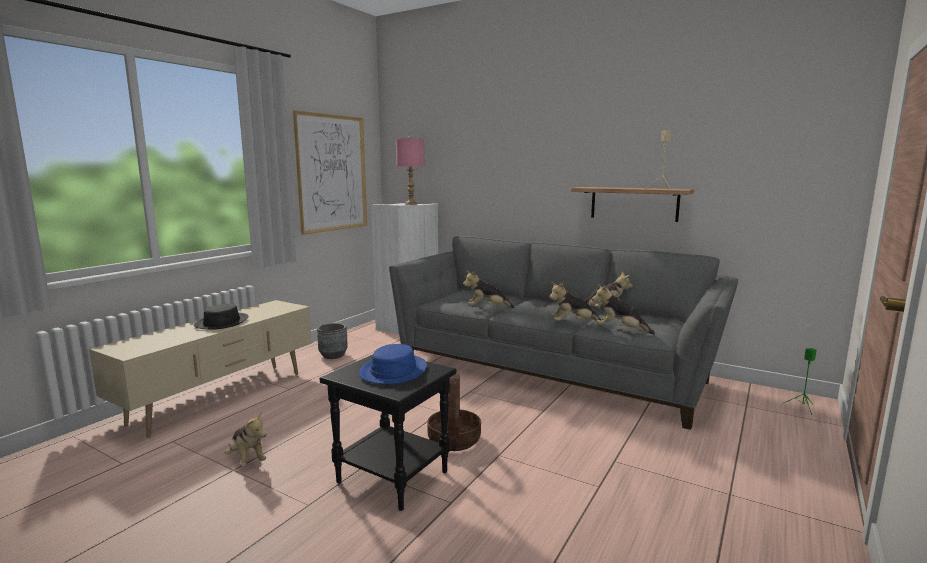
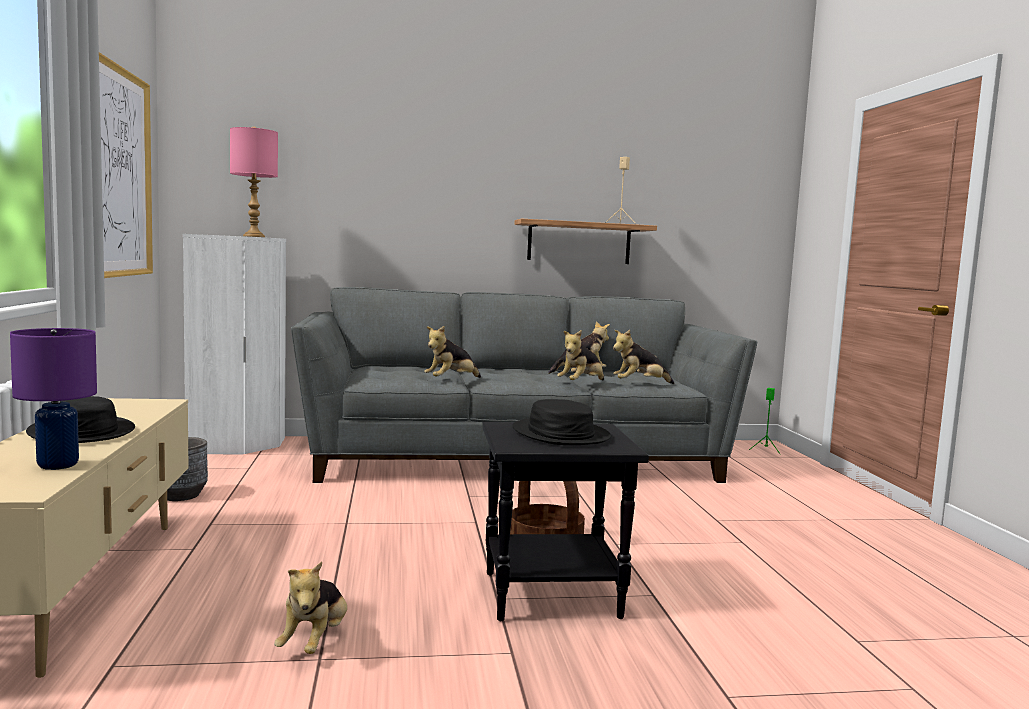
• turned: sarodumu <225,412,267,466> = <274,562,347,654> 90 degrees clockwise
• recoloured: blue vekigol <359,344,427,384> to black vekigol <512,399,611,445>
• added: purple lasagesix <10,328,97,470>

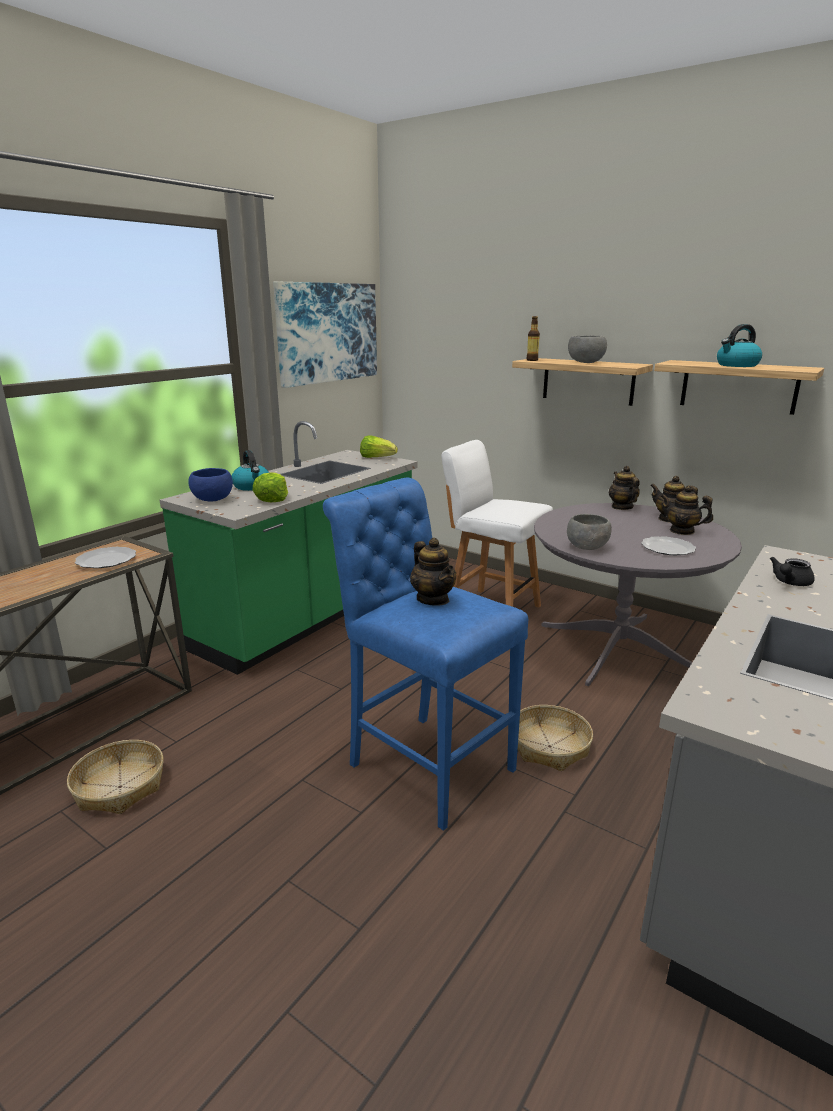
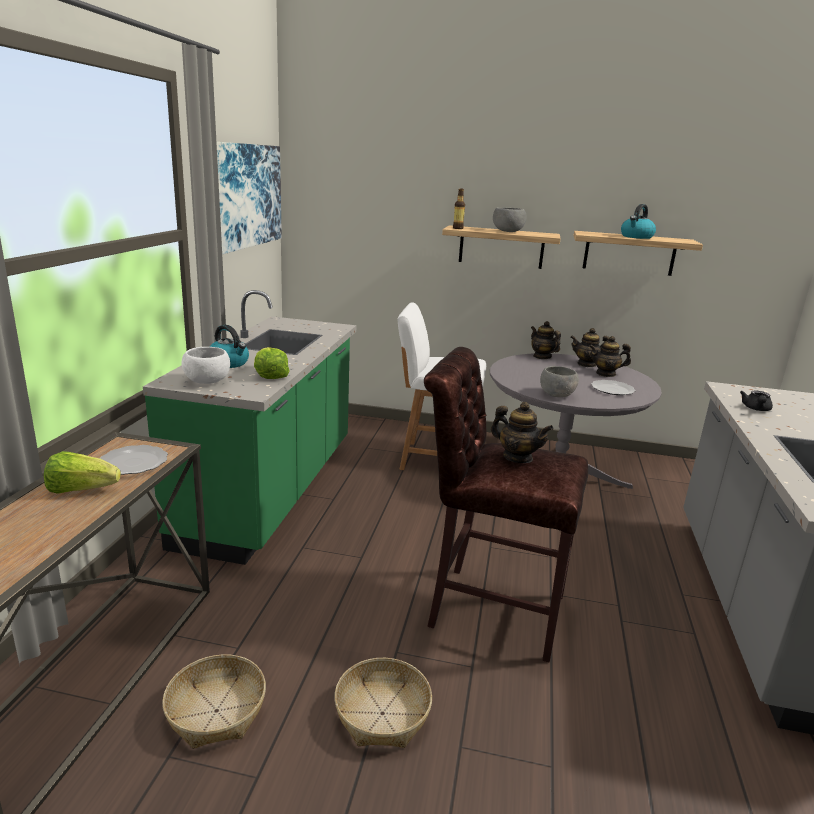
• recoloured: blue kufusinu <188,468,233,502> to white kufusinu <181,347,230,384>
• recoloured: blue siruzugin <323,478,528,831> to brown siruzugin <424,347,588,663>
• moved: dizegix <360,435,398,458> to <44,451,121,494>
• moved: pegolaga <518,705,593,771> to <334,658,432,748>

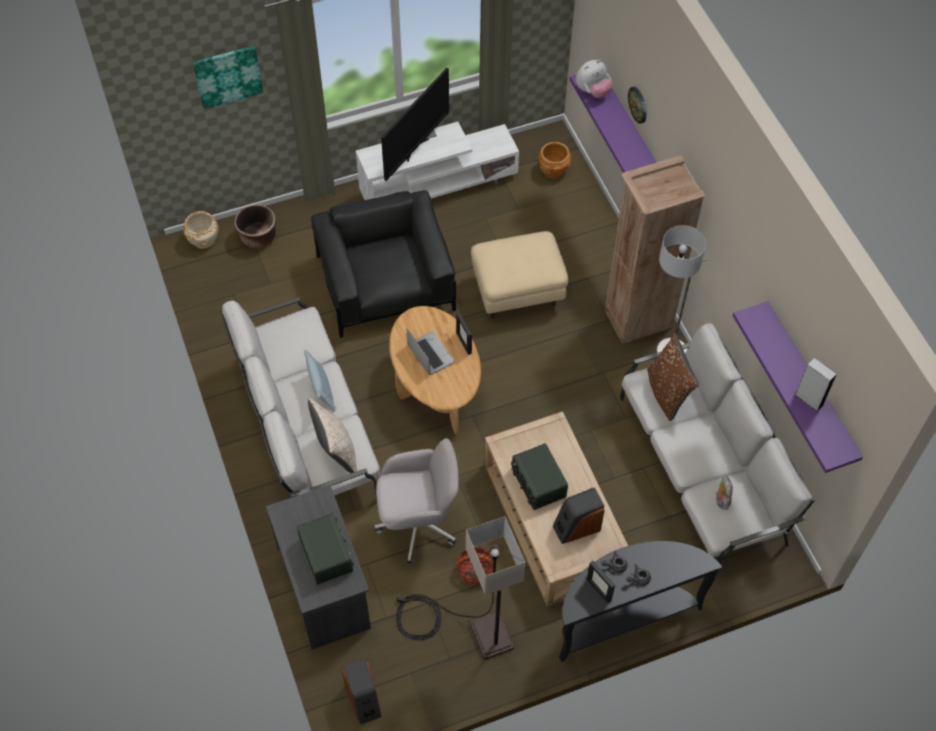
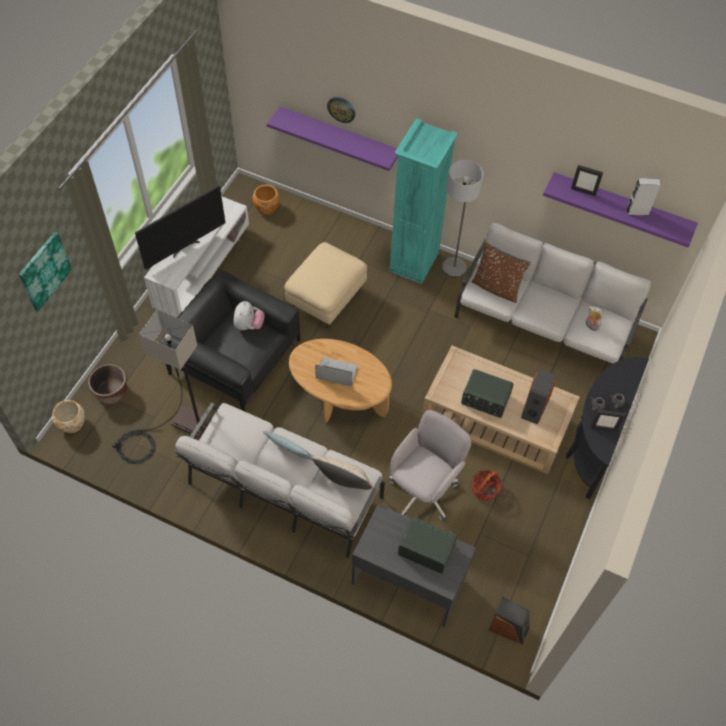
• turned: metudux <381,68,449,181> = <135,185,225,269> 60 degrees clockwise
• moved: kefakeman <396,516,526,660> to <112,310,212,464>
• moved: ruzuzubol <456,312,472,355> to <571,165,603,196>
• moved: sarodumu <575,60,613,98> to <233,301,265,330>
• recoloured: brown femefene <604,155,706,343> to turquoise femefene <389,118,458,284>

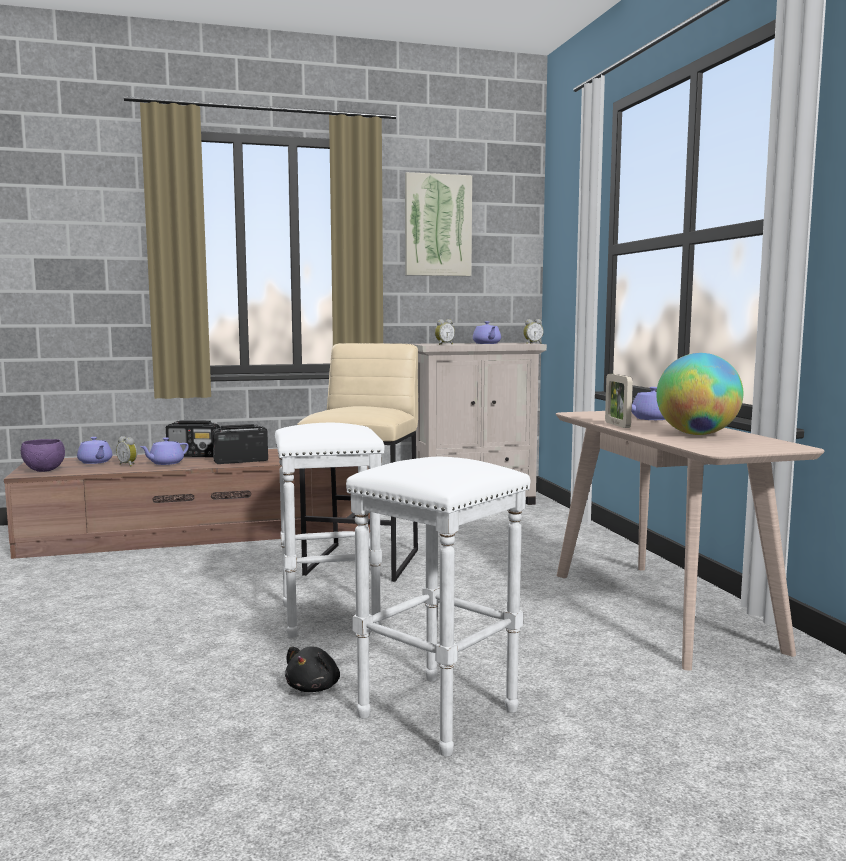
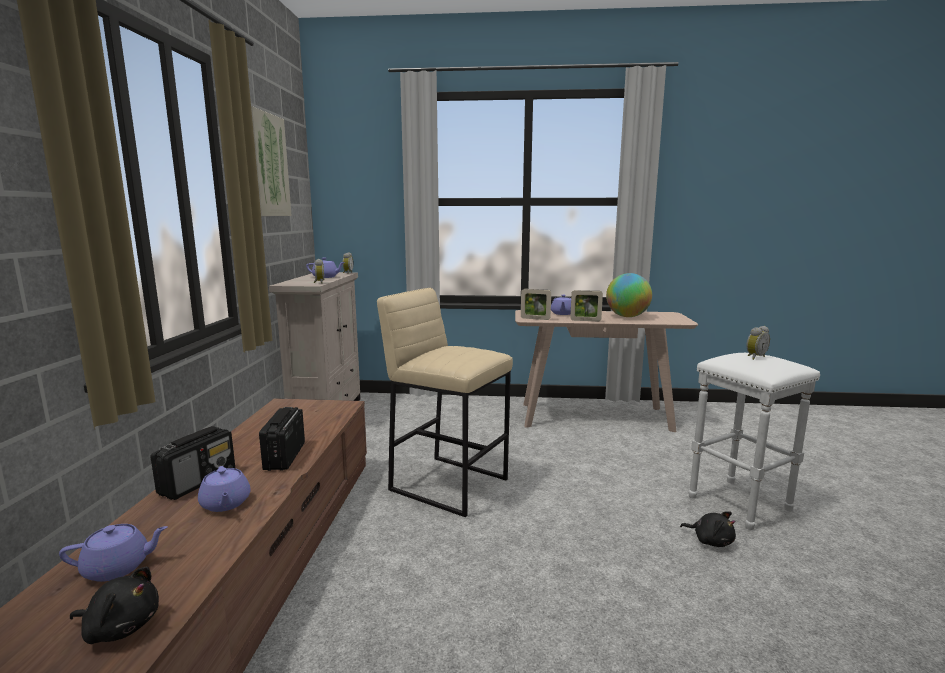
• replaced: purple kufusinu <21,439,65,472> to black sarodumu <70,567,159,644>
• moved: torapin <116,436,137,467> to <747,326,770,360>
• removed: white siruzugin <275,423,385,638>
• added: ruzuzubol <521,289,551,320>

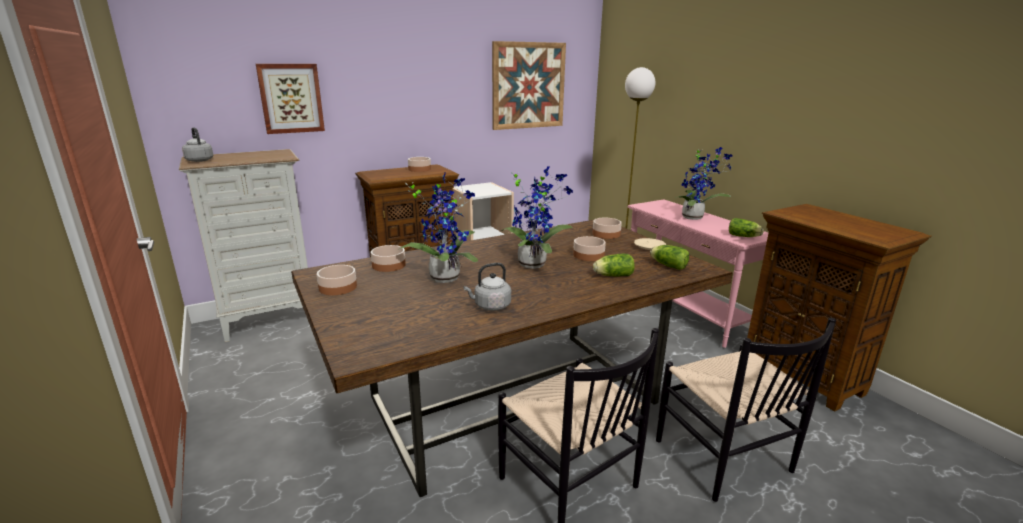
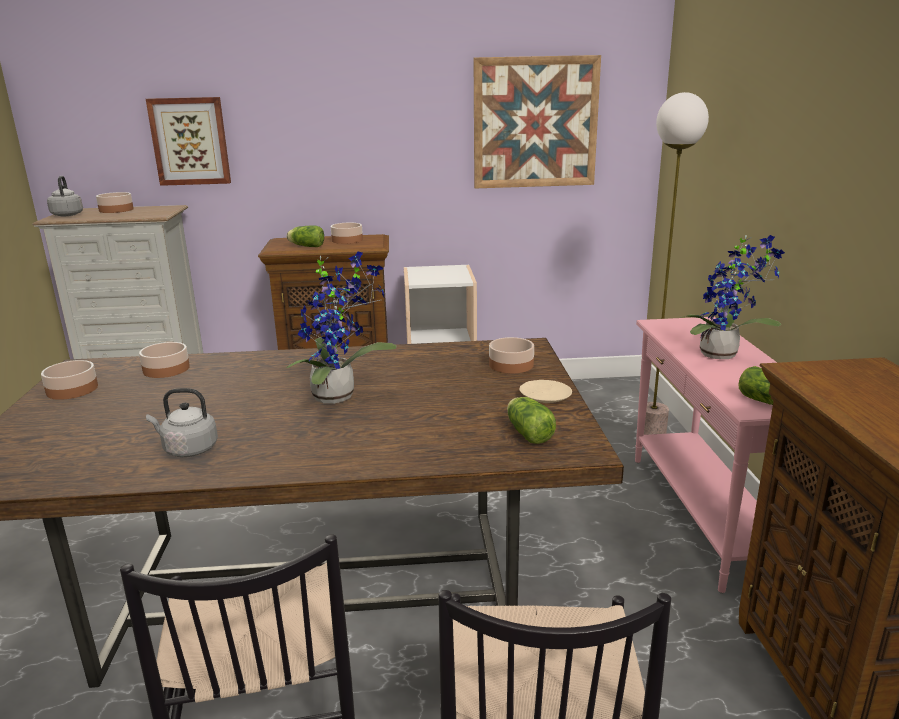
• removed: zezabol <398,173,478,283>
• moved: kufusinu <573,236,606,261> to <96,192,134,213>
• moved: dizegix <593,254,635,277> to <287,225,324,247>

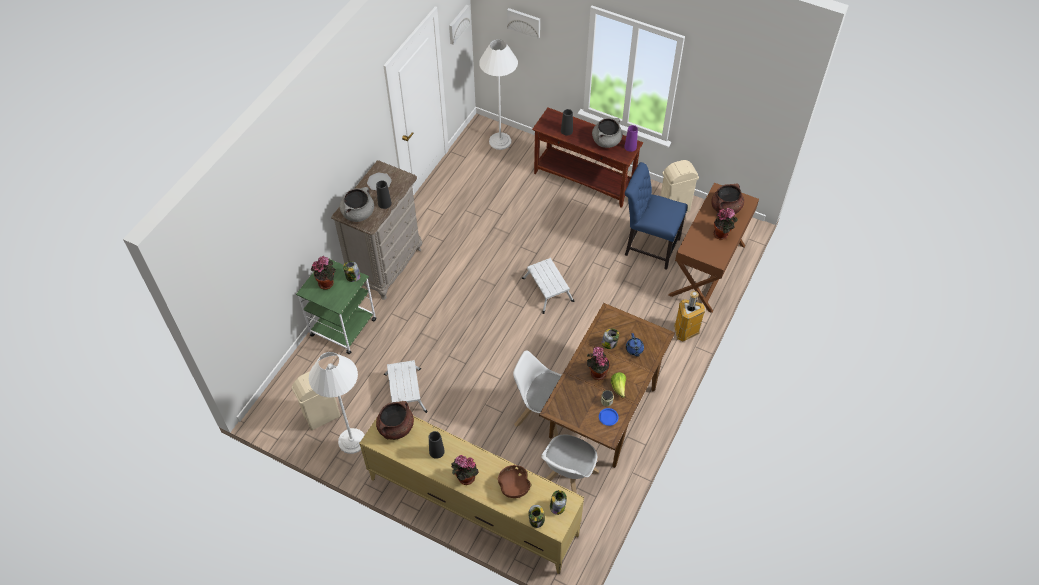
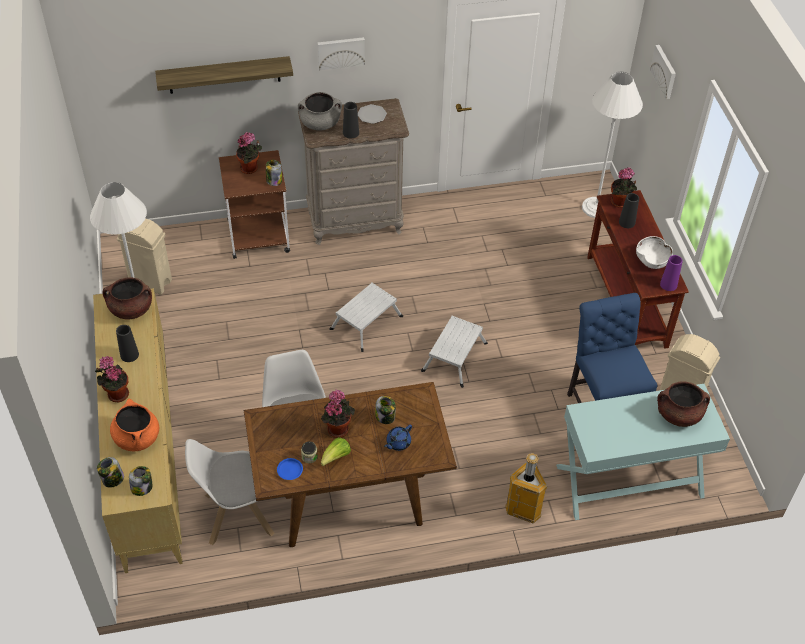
• recoloured: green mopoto <296,258,376,354> to brown mopoto <219,150,290,259>
• moved: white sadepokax <384,360,428,413> to <330,283,403,352>
• moved: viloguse <449,5,470,45> to <317,37,365,71>
• replaced: brown kufusinu <498,465,531,498> to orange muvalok <110,399,159,451>
• replaced: grey muvalok <592,118,623,148> to white kufusinu <636,236,673,269>
• recoloured: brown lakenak <669,183,759,313> to turquoise lakenak <556,384,730,520>
• moved: zezabol <713,208,738,240> to <611,167,637,208>
• added: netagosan <155,56,293,94>

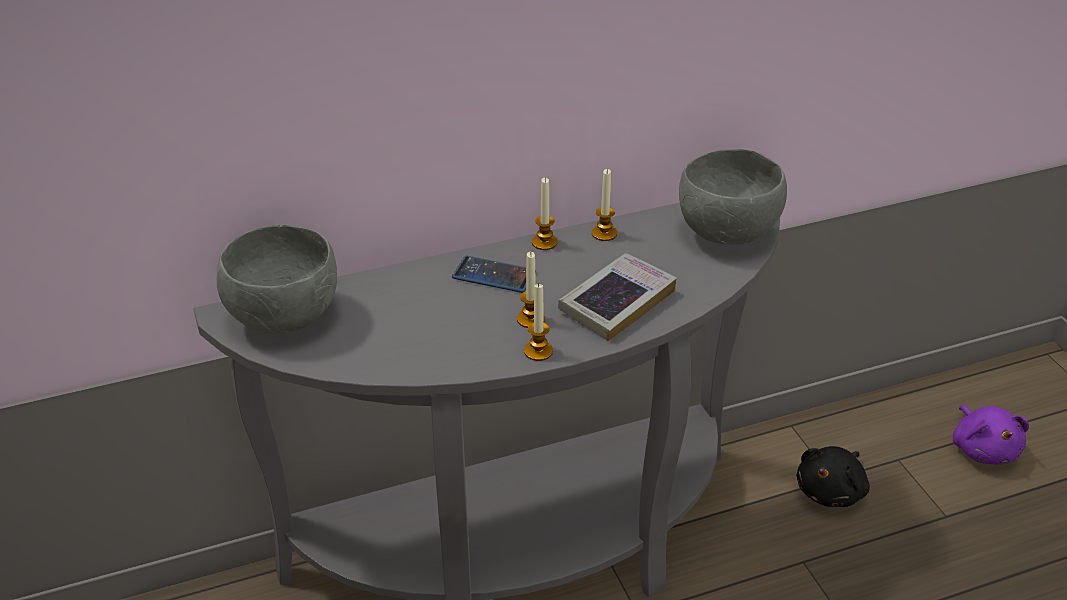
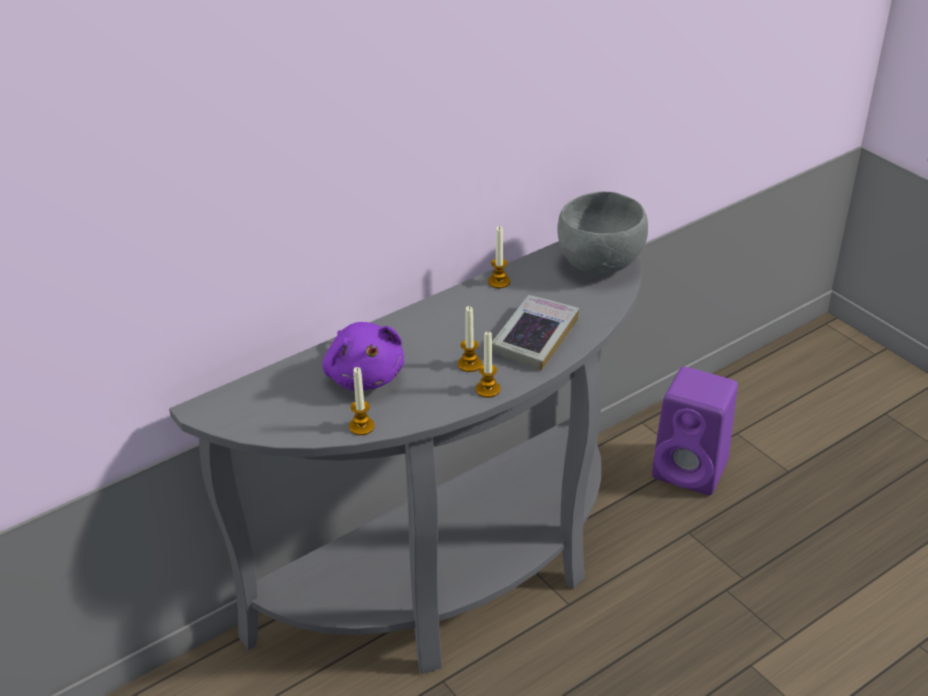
• removed: grey kufusinu <217,225,337,334>
• removed: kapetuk <452,256,536,293>
• moved: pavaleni <532,178,558,250> to <349,367,375,435>
• replaced: black sarodumu <796,446,870,507> to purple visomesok <652,366,738,495>
• moved: purple sarodumu <953,405,1029,464> to <322,322,404,391>

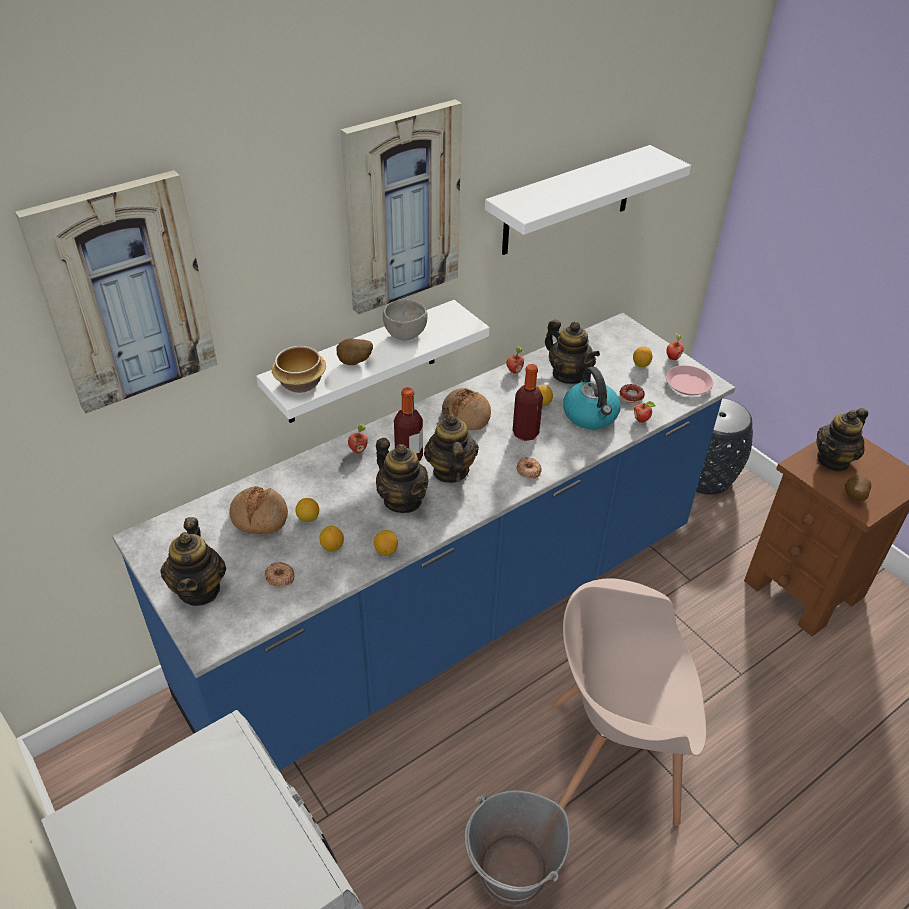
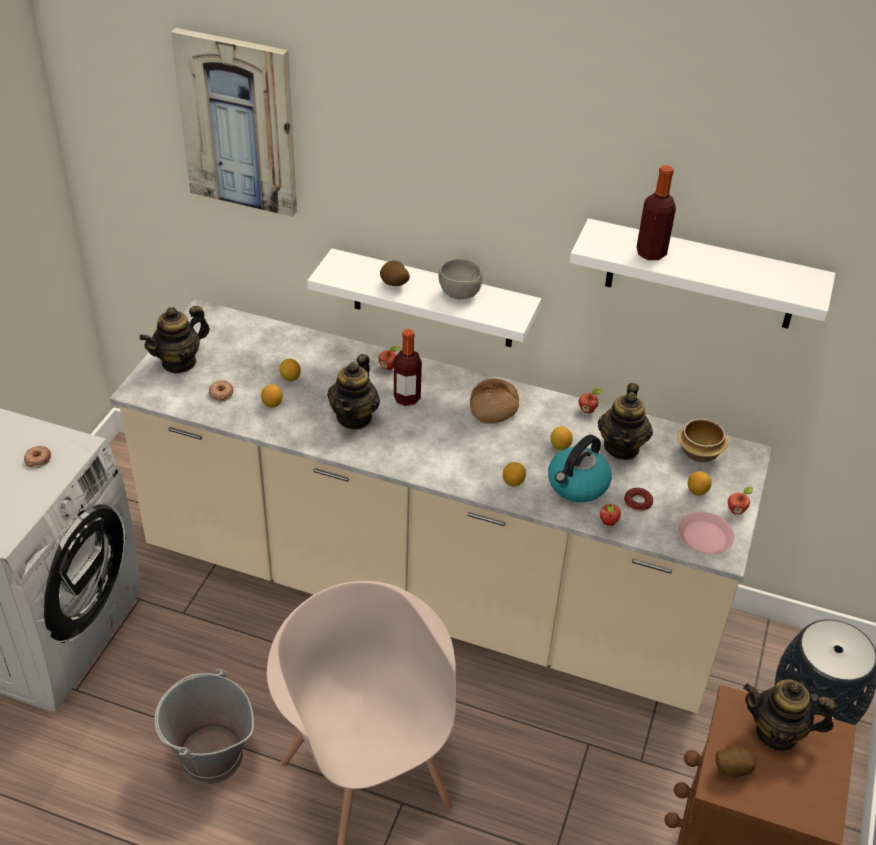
• recoloured: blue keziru <112,313,736,771> to beige keziru <109,299,772,713>
• removed: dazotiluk <229,486,288,534>
• moved: kufusinu <272,346,326,393> to <678,419,728,463>
• removed: viloguse <341,99,462,315>
• moved: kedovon <374,530,398,556> to <503,462,526,487>
• removed: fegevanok <424,407,479,483>
• moved: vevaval <513,364,543,441> to <636,165,676,260>
• moved: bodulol <516,457,542,479> to <24,446,51,468>

